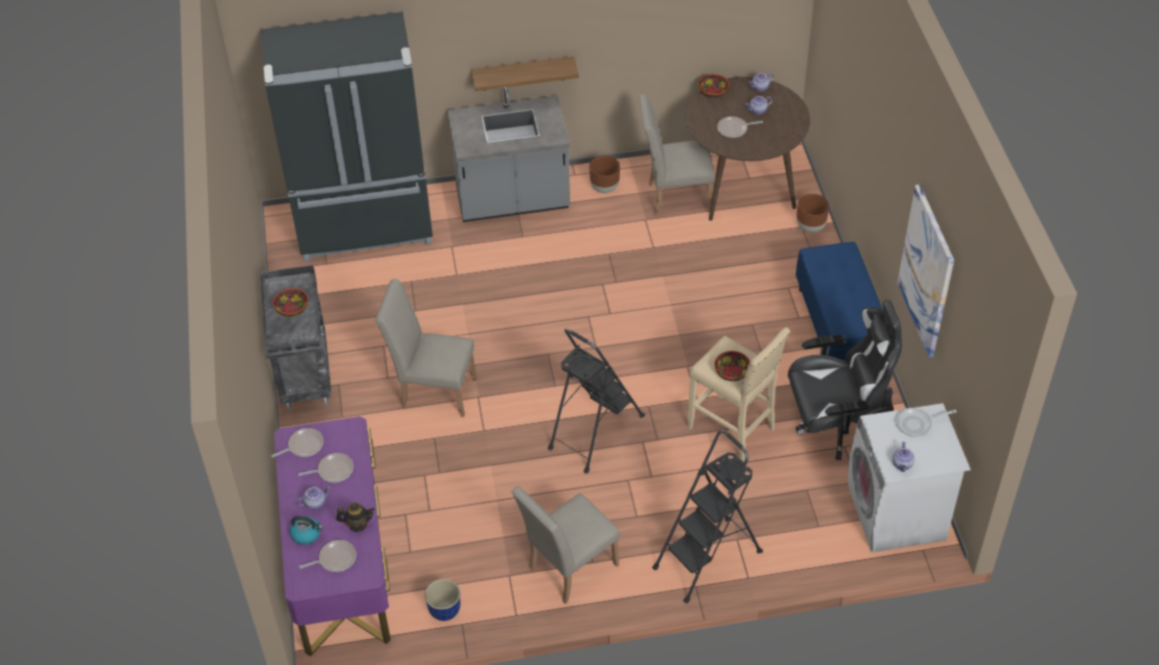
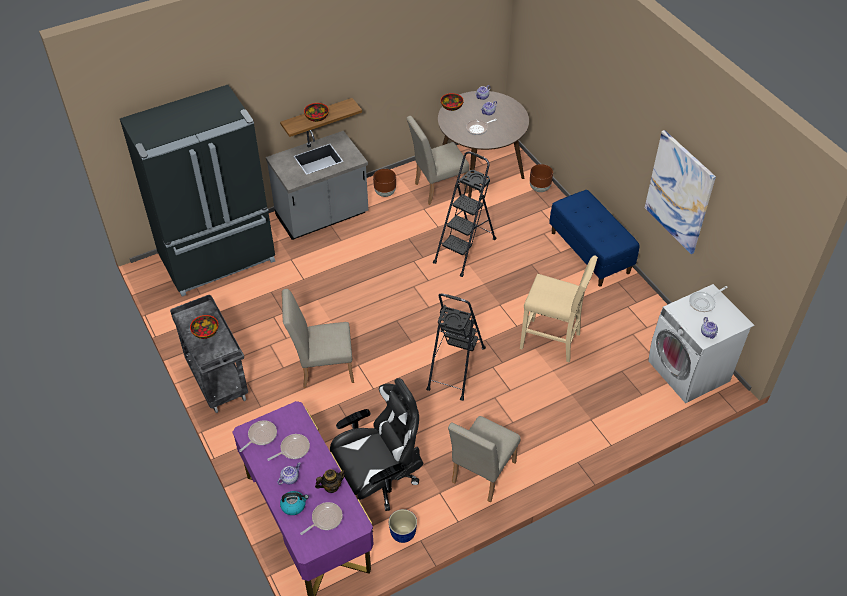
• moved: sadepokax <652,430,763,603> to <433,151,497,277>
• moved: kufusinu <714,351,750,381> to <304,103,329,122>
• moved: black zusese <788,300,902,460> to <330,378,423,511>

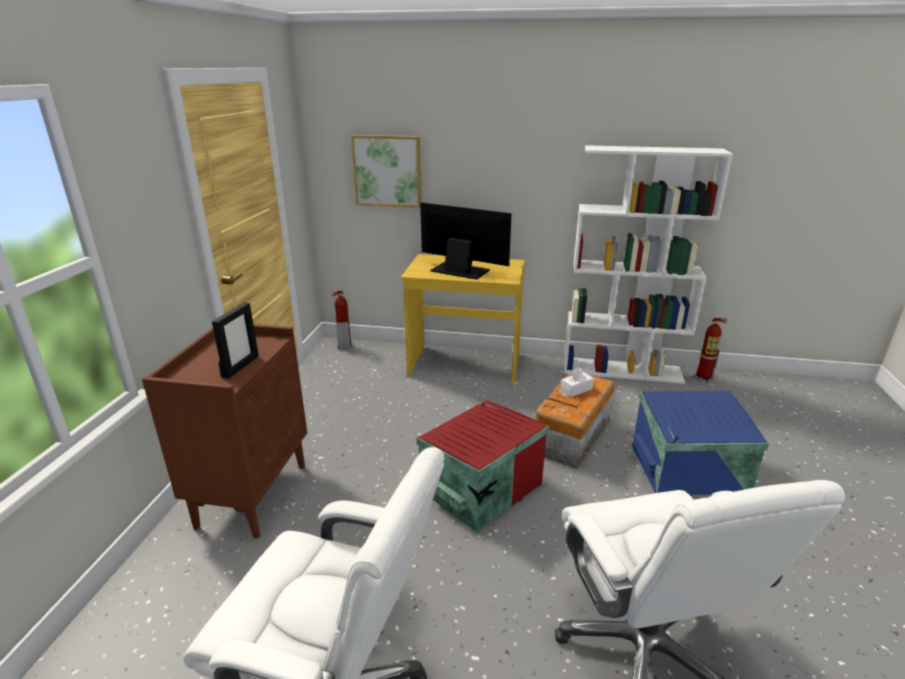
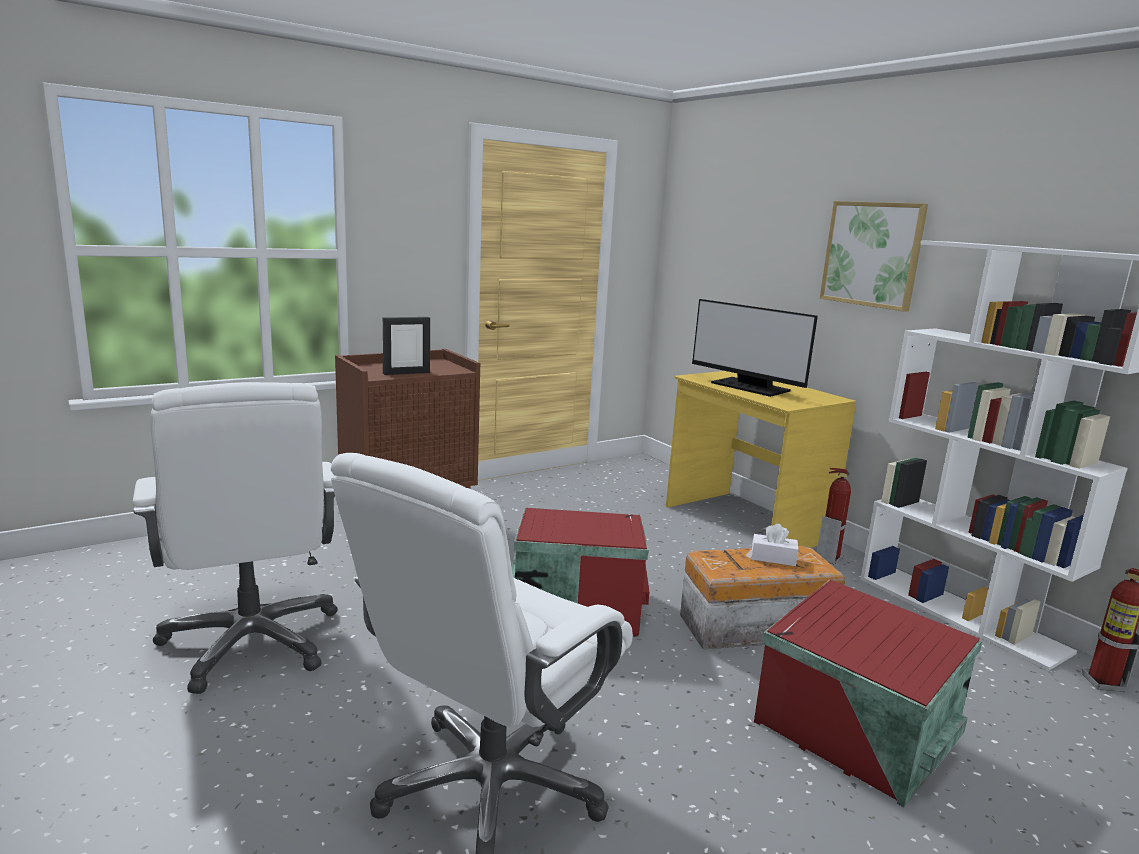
• moved: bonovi <332,290,352,349> to <817,468,851,565>
• moved: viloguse <351,135,421,208> to <820,201,928,312>
• turned: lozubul <420,202,511,280> = <692,299,818,397> 150 degrees clockwise
• recoloured: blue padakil <632,391,769,496> to red padakil <754,580,983,807>

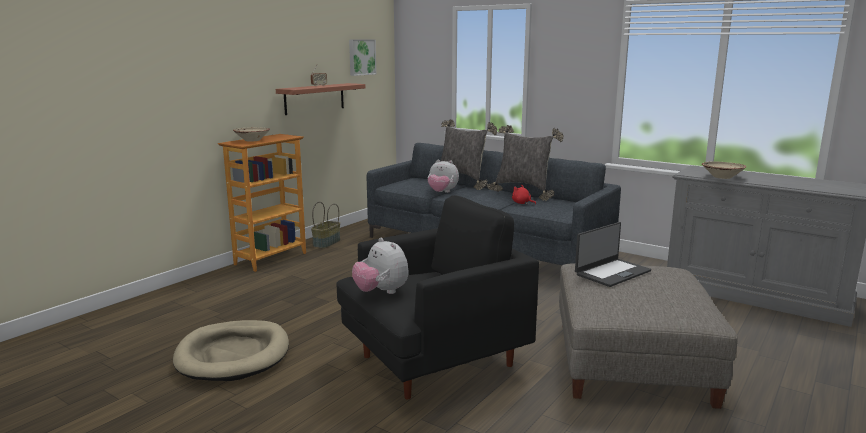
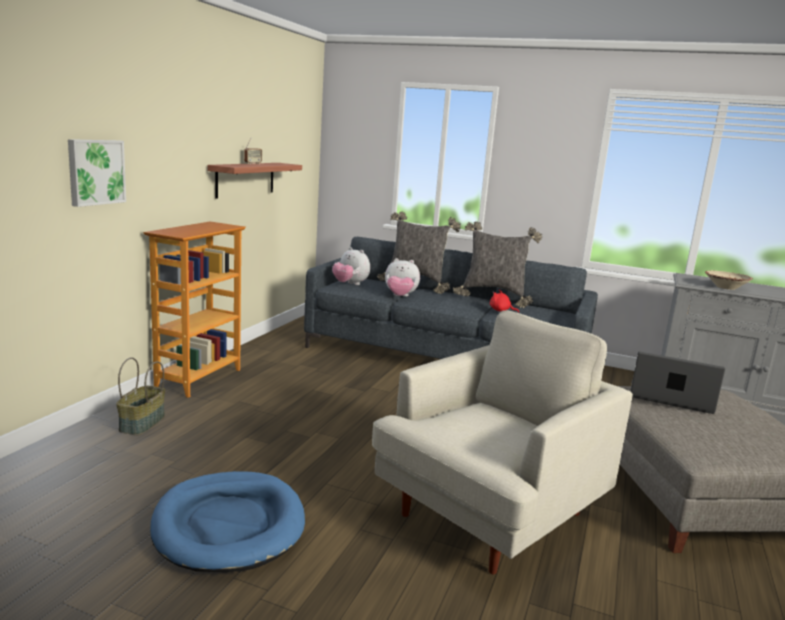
• recoloured: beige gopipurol <173,320,289,381> to blue gopipurol <150,471,305,572>
• removed: beige kufusinu <233,127,270,142>
• moved: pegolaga <311,202,340,248> to <116,357,165,435>
• recoloured: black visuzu <337,195,539,400> to beige visuzu <372,310,633,574>
• moved: viloguse <349,39,376,76> to <68,139,126,207>
• moved: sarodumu <352,238,409,294> to <332,247,370,285>
• turned: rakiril <575,222,651,287> = <630,352,725,414> 105 degrees counterclockwise

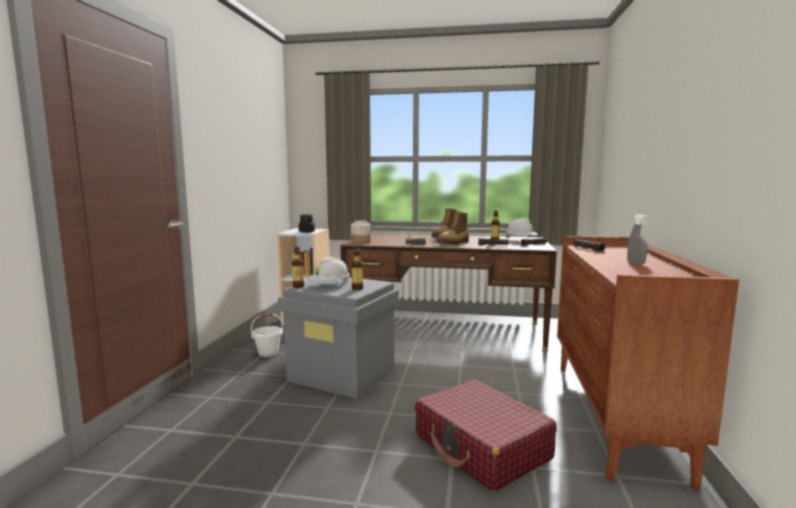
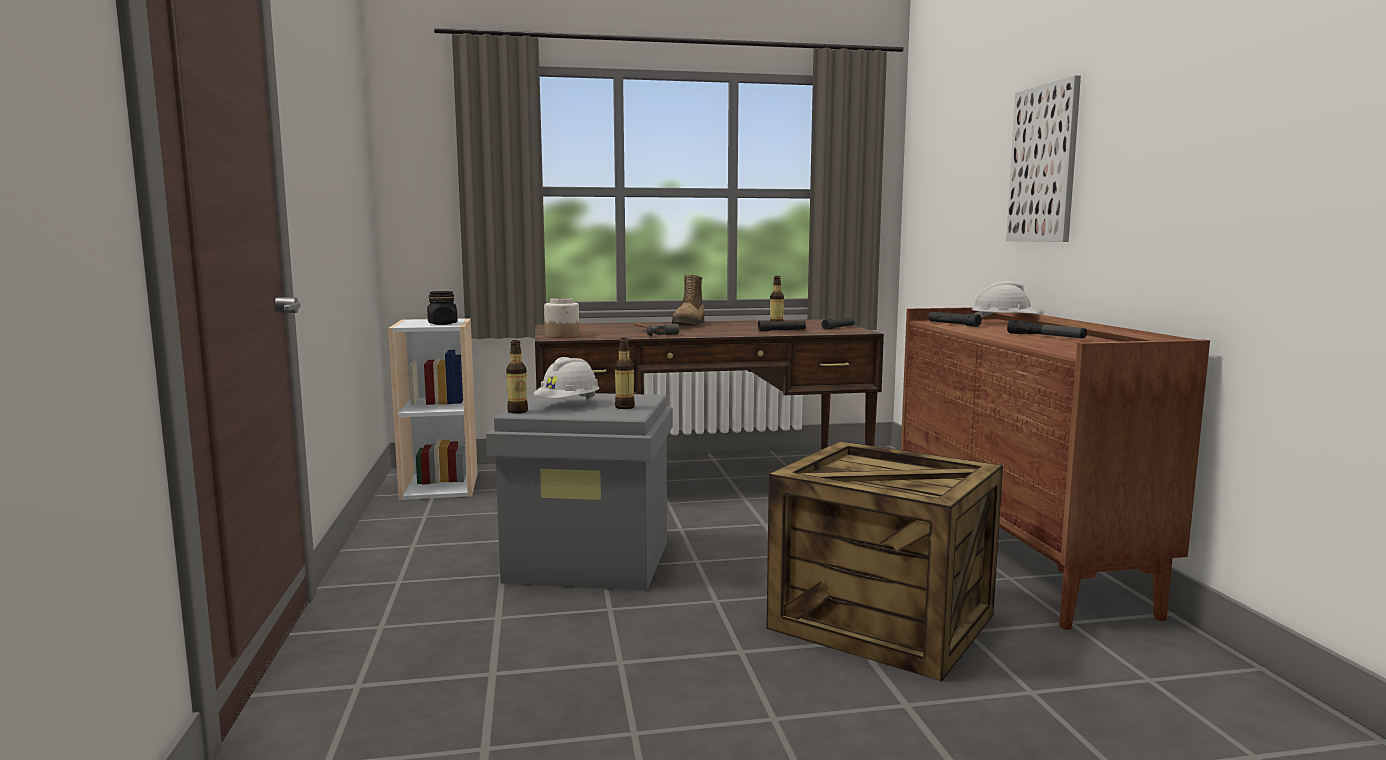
• removed: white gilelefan <251,313,283,357>
• replaced: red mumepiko <415,379,557,492> to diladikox <767,441,1003,681>
• removed: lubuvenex <436,211,469,245>
• moved: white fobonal <505,218,538,238> to <971,281,1038,317>
• replaced: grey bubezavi <627,214,648,265> to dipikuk <1007,320,1087,338>
• added: viloguse <1006,75,1081,242>

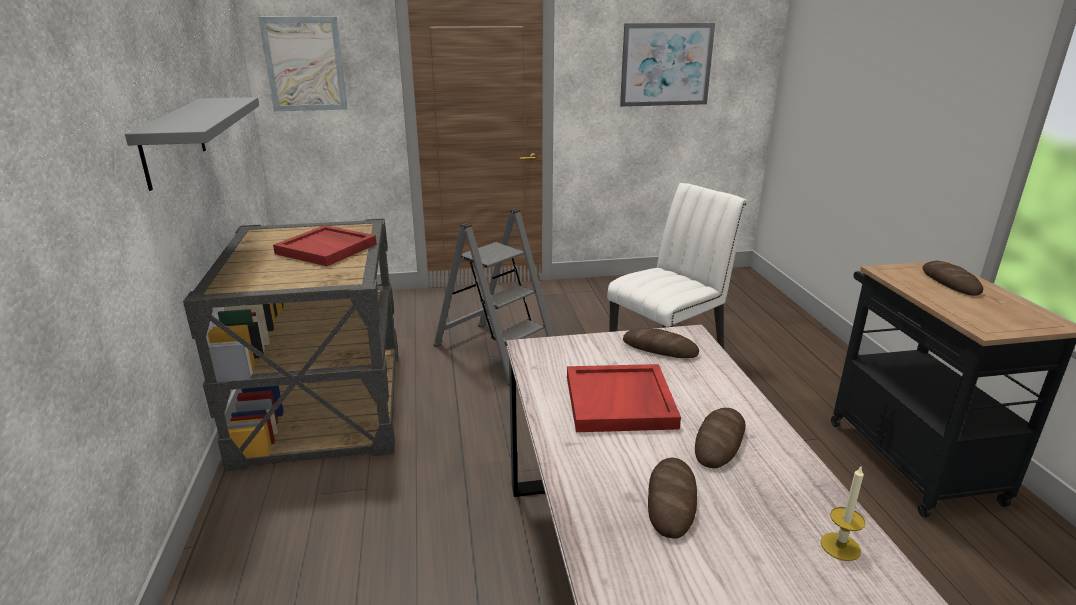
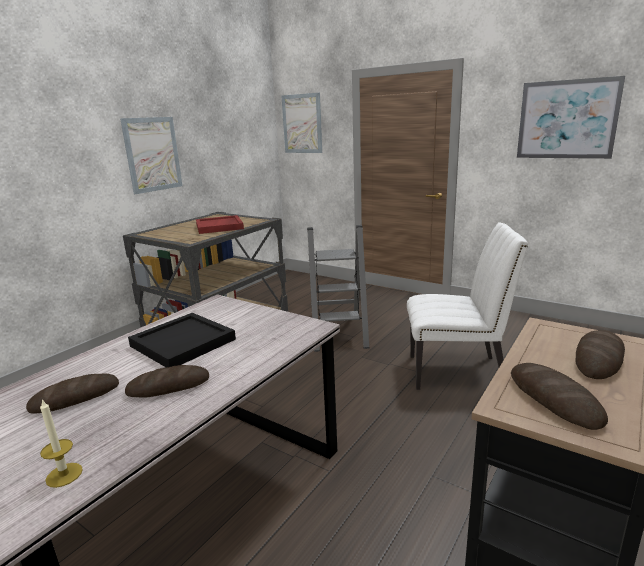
• replaced: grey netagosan <125,97,259,191> to viloguse <120,117,182,194>
• recoloured: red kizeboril <567,364,681,432> to black kizeboril <128,313,236,367>
• moved: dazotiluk <623,328,699,358> to <511,363,608,430>

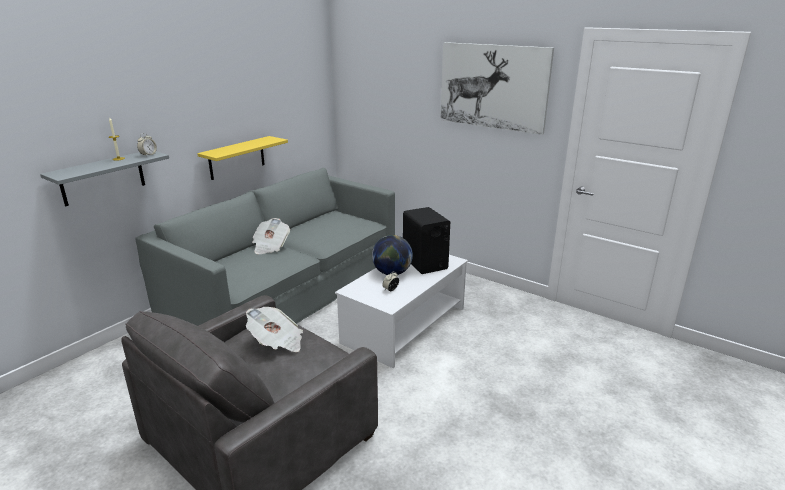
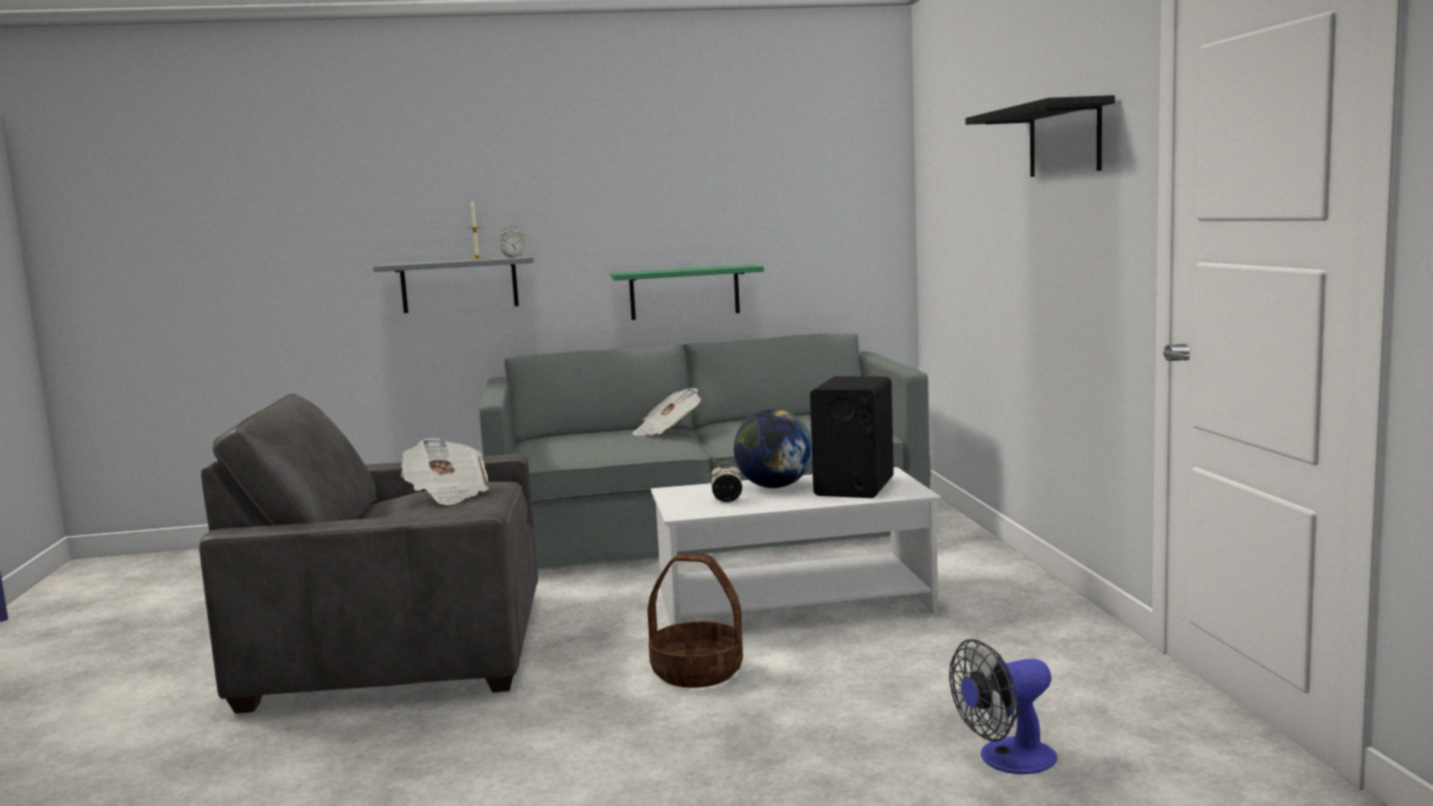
• recoloured: yellow netagosan <197,136,288,180> to green netagosan <611,265,764,320>
• replaced: viloguse <440,42,554,135> to black netagosan <965,95,1115,177>
• added: pegolaga <648,553,743,688>
• added: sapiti <949,639,1057,774>

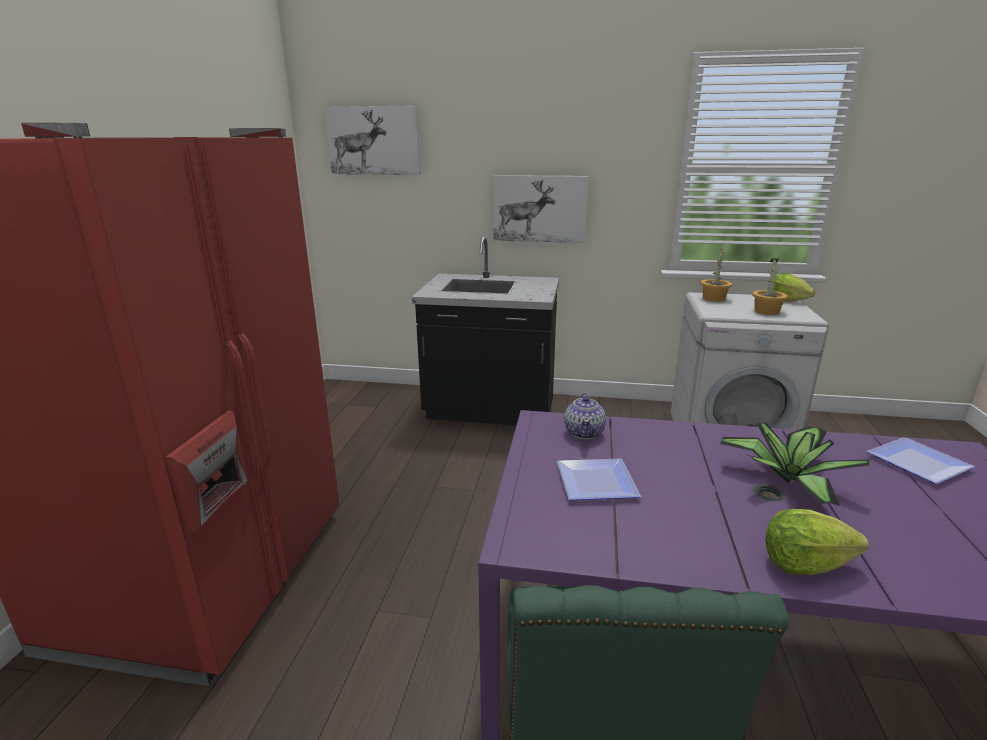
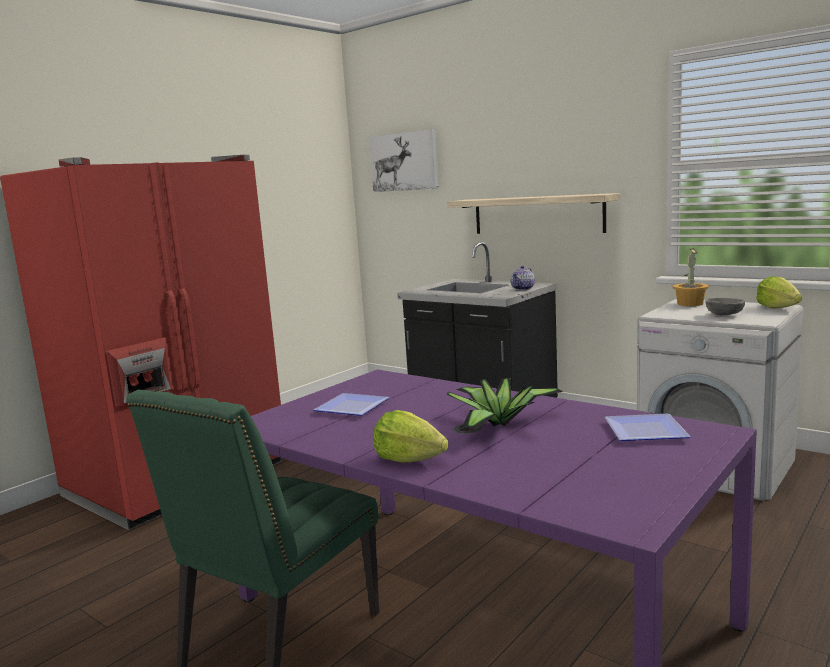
• replaced: viloguse <493,175,589,243> to netagosan <447,193,620,234>
• moved: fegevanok <564,393,606,439> to <511,266,535,290>
• replaced: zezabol <752,258,788,315> to grey kufusinu <705,298,745,316>

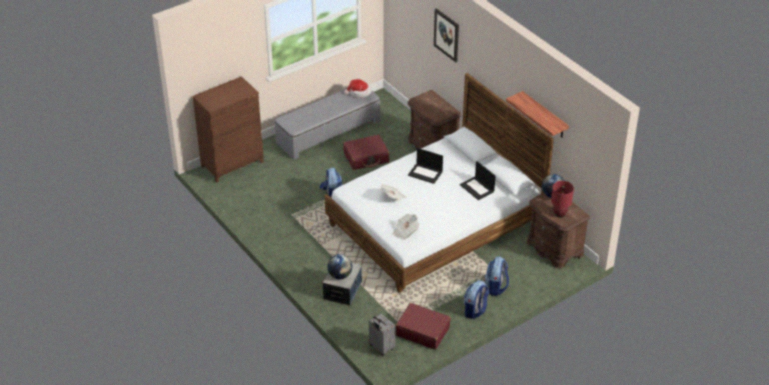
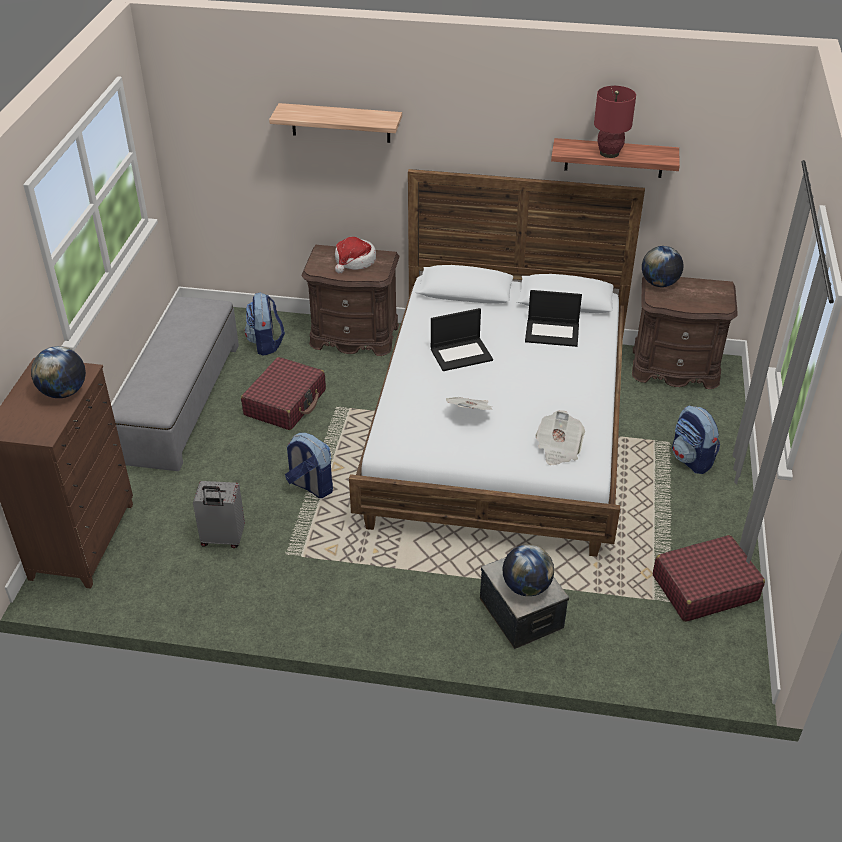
• moved: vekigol <344,79,371,98> to <335,237,376,274>
• moved: grey mumepiko <369,313,395,356> to <193,481,245,548>
• replaced: viloguse <434,8,459,62> to netagosan <269,103,402,143>
• moved: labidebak <464,280,489,319> to <245,292,285,356>
• moved: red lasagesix <551,181,574,218> to <594,86,636,158>
• added: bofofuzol <31,346,86,398>

